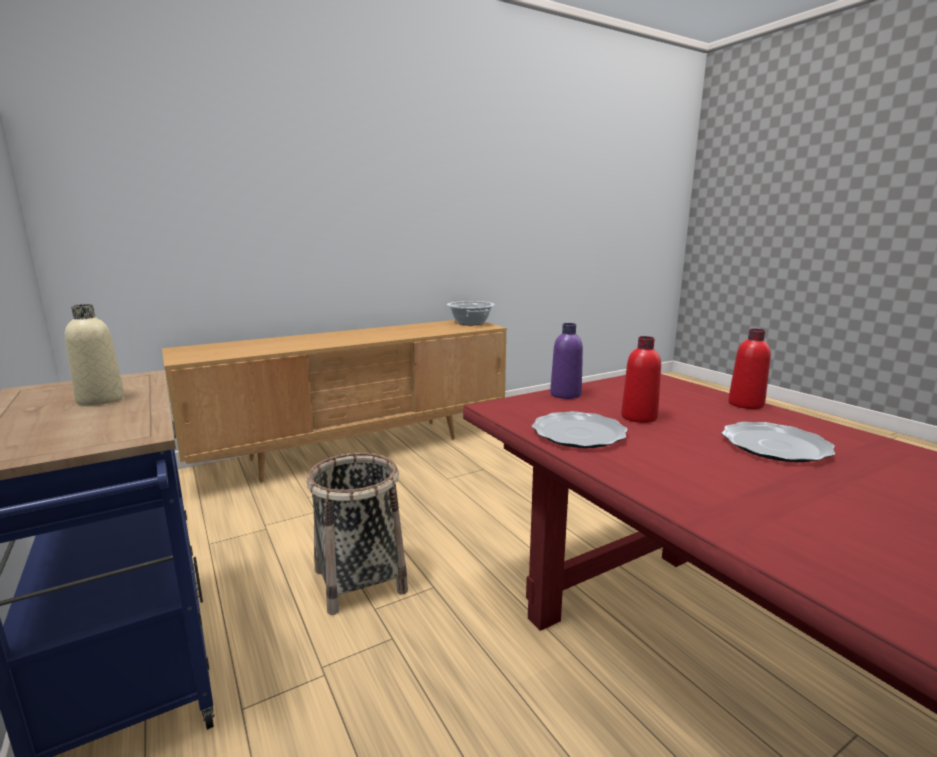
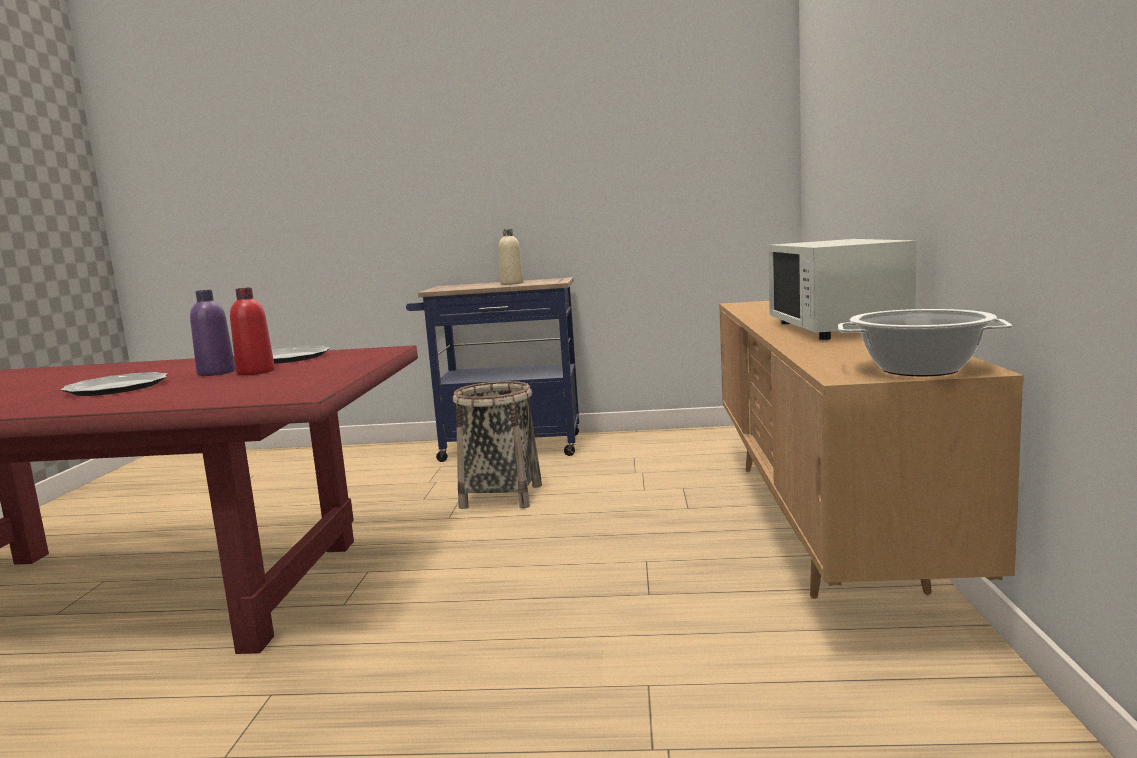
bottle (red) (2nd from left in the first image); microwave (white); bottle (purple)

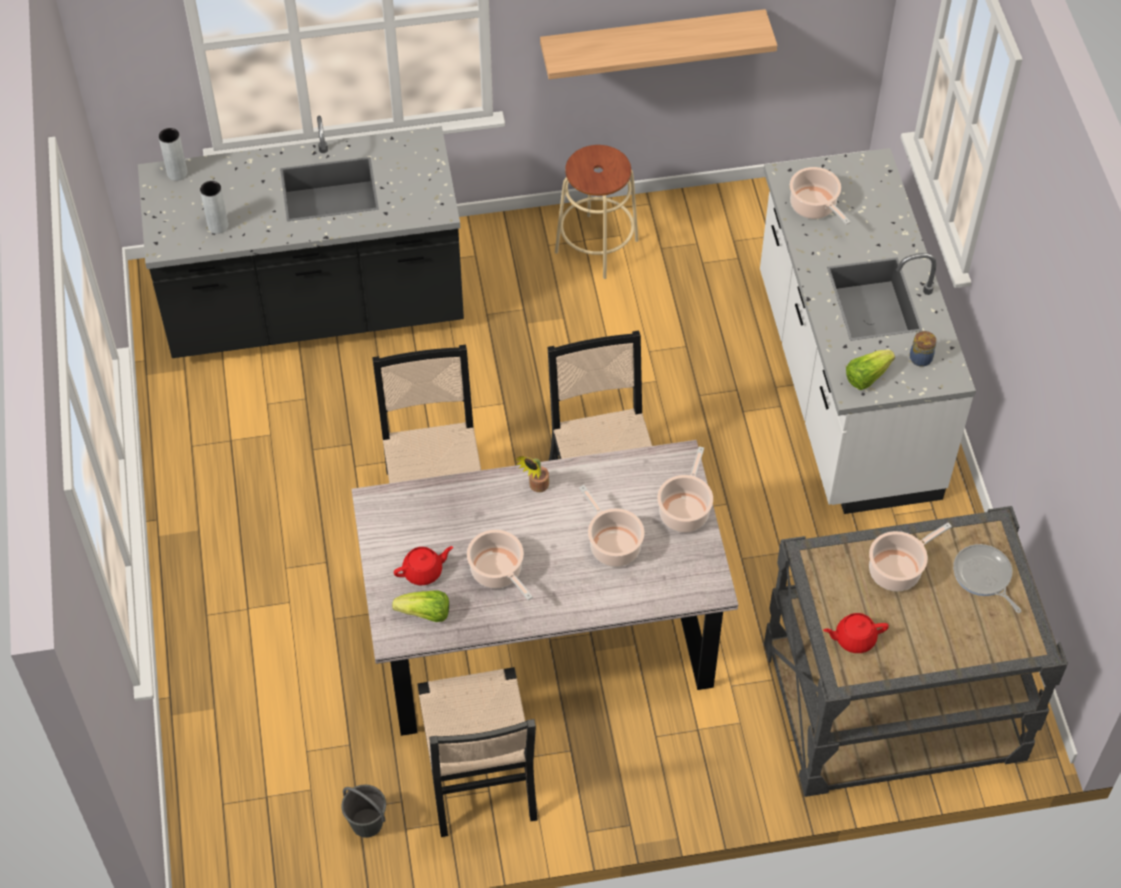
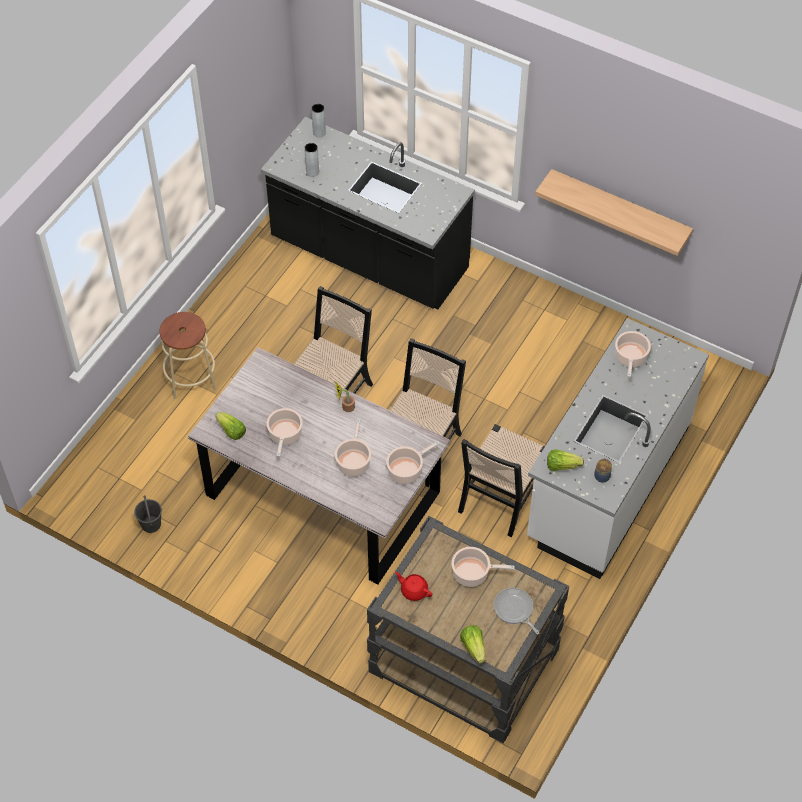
teapot (red) (1st from left in the first image); lettuce (2nd from left); chair (3rd from left); stool (beige); frying pan

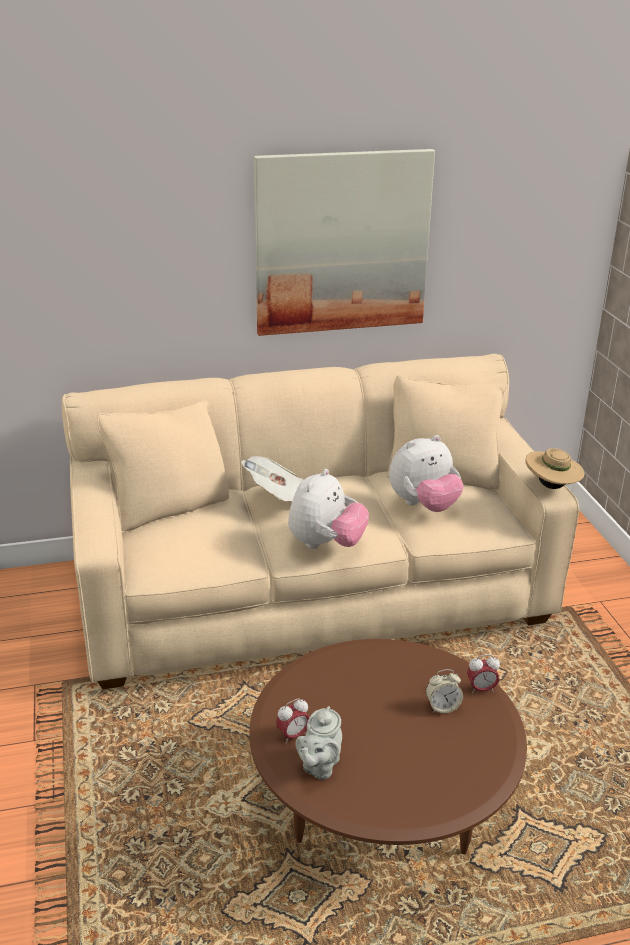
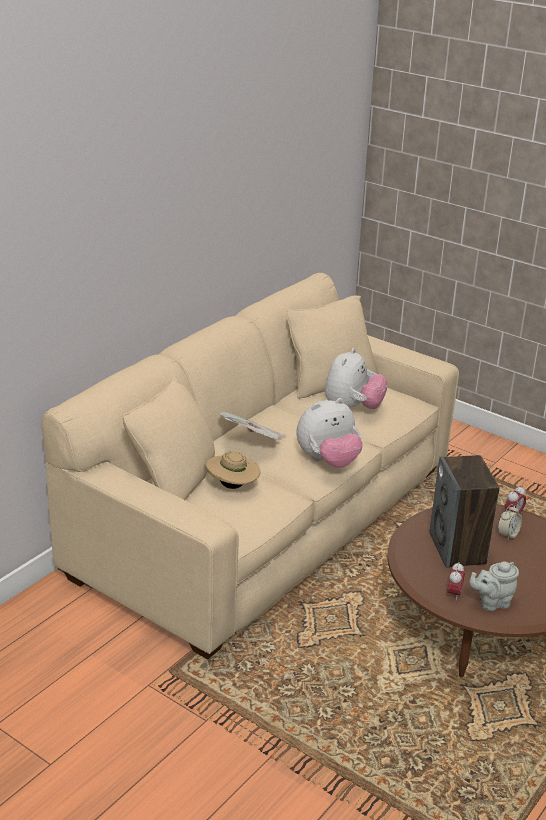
picture; speaker; hat (beige); plush toy (1st from left); teapot (grey)

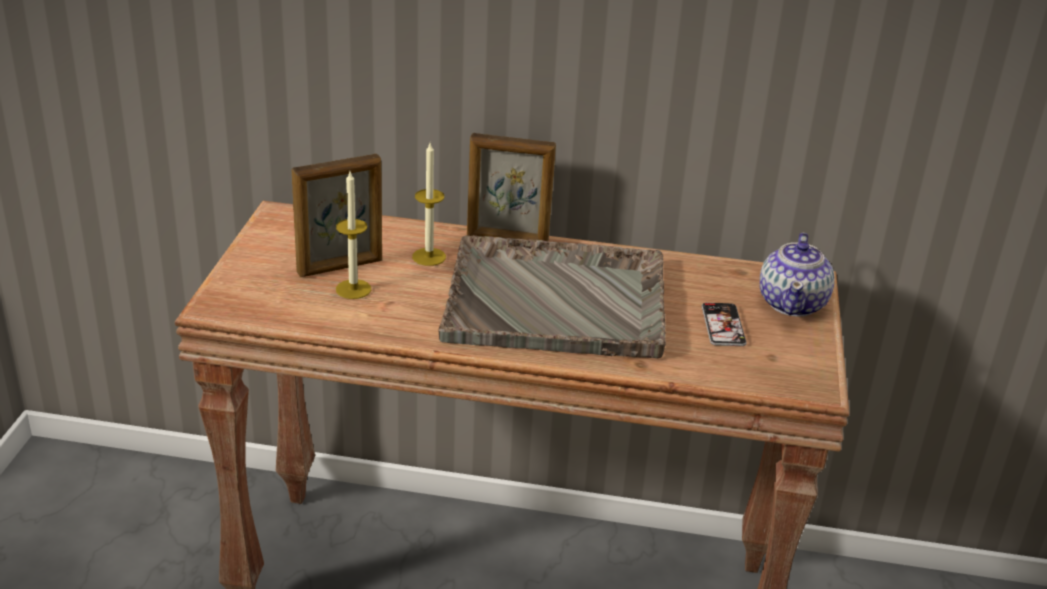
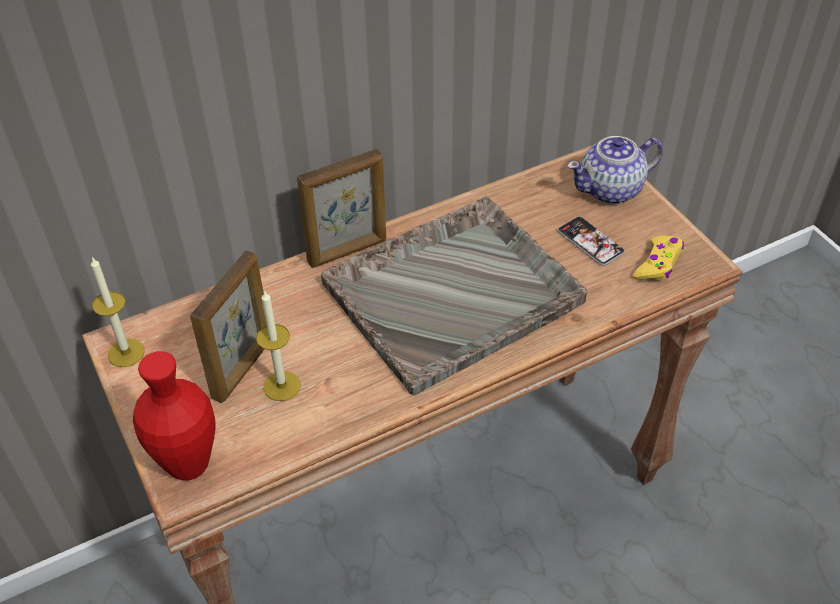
vase (red); game controller (yellow); candle (1st from left); teapot

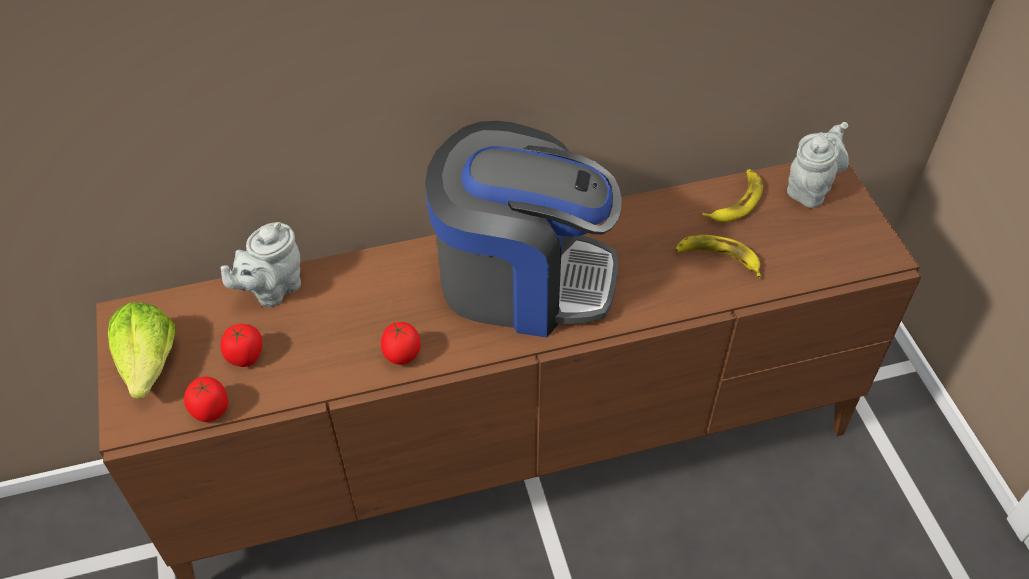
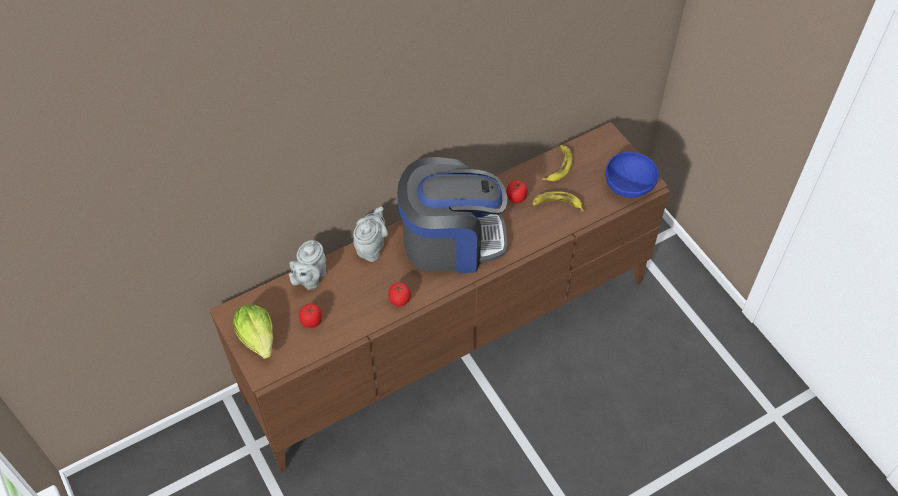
bowl (blue); tomato (3rd from left); teapot (grey) (2nd from left)

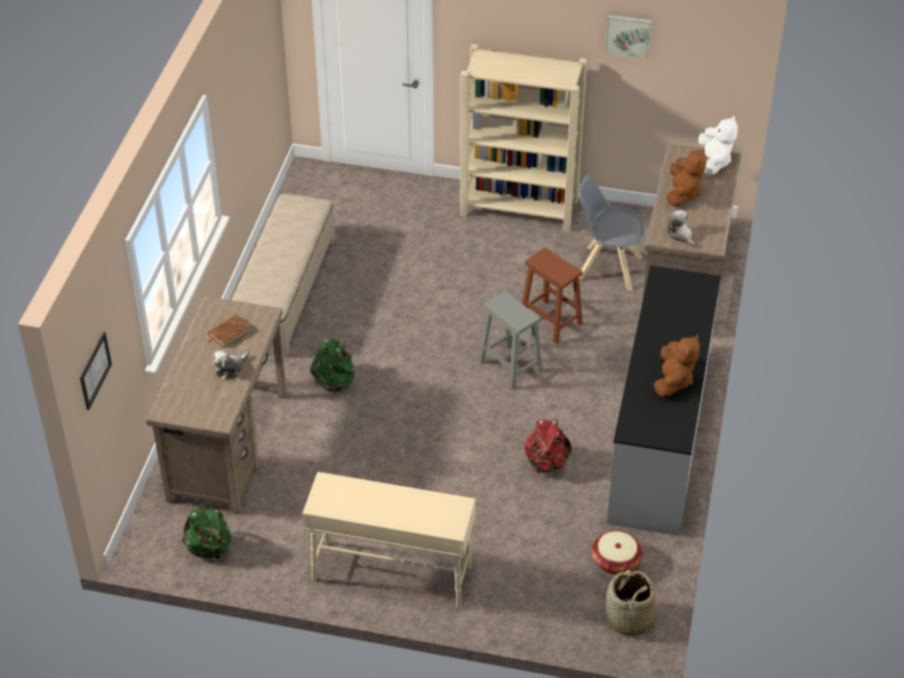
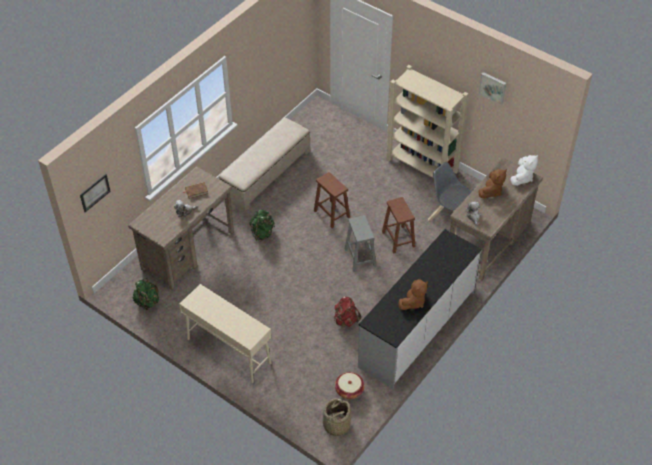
stool (brown) (1st from left)

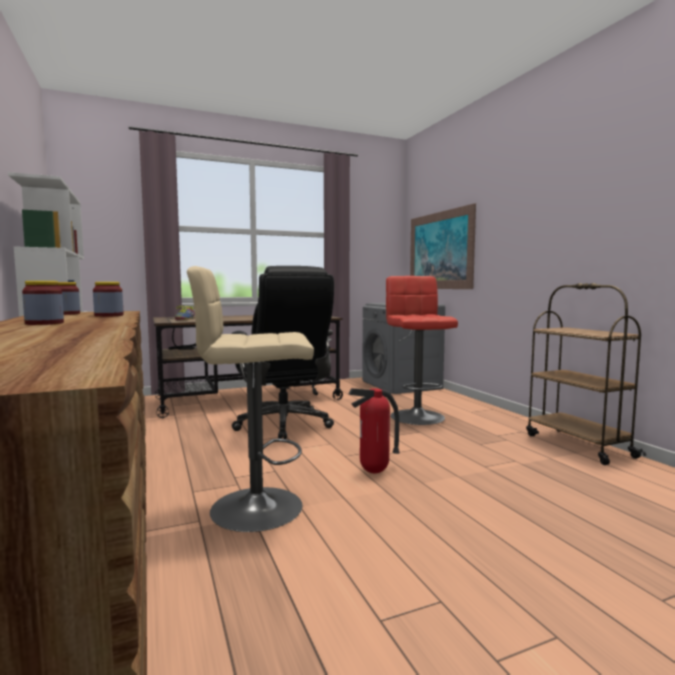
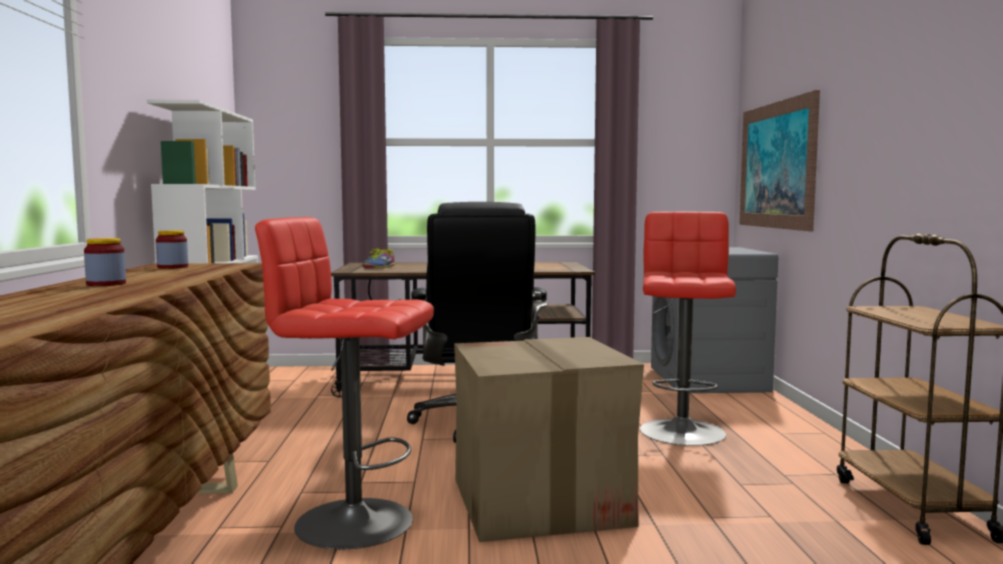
jar (3rd from left in the first image); cardboard box; stool (red) (1st from left)

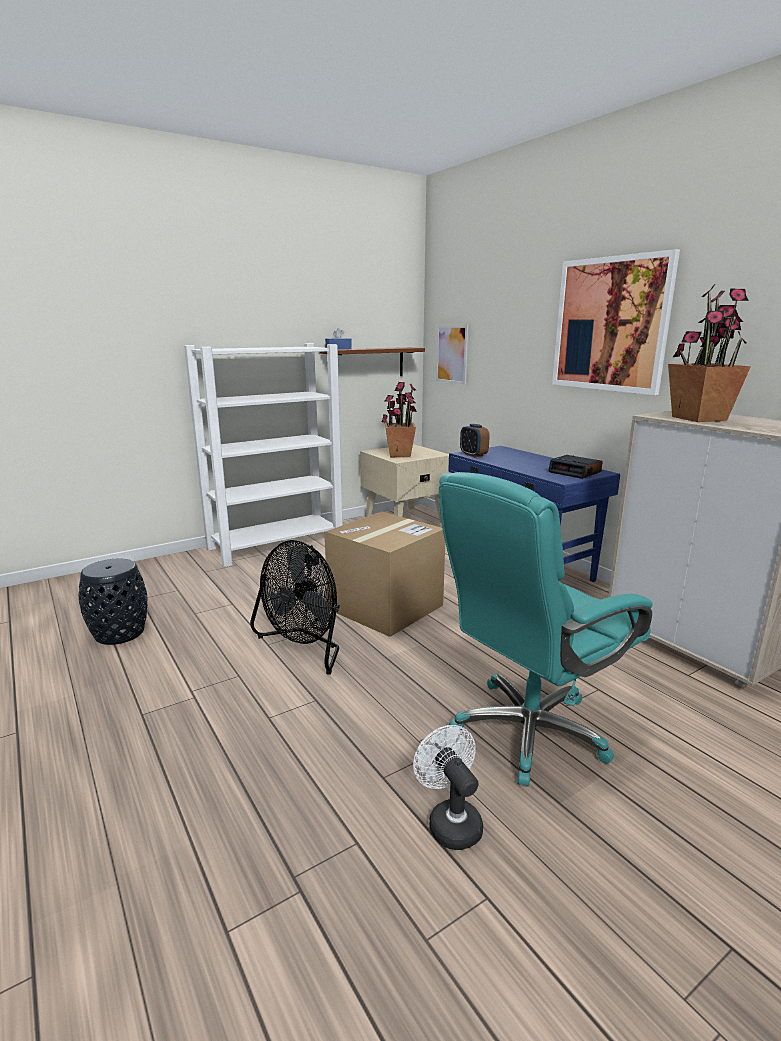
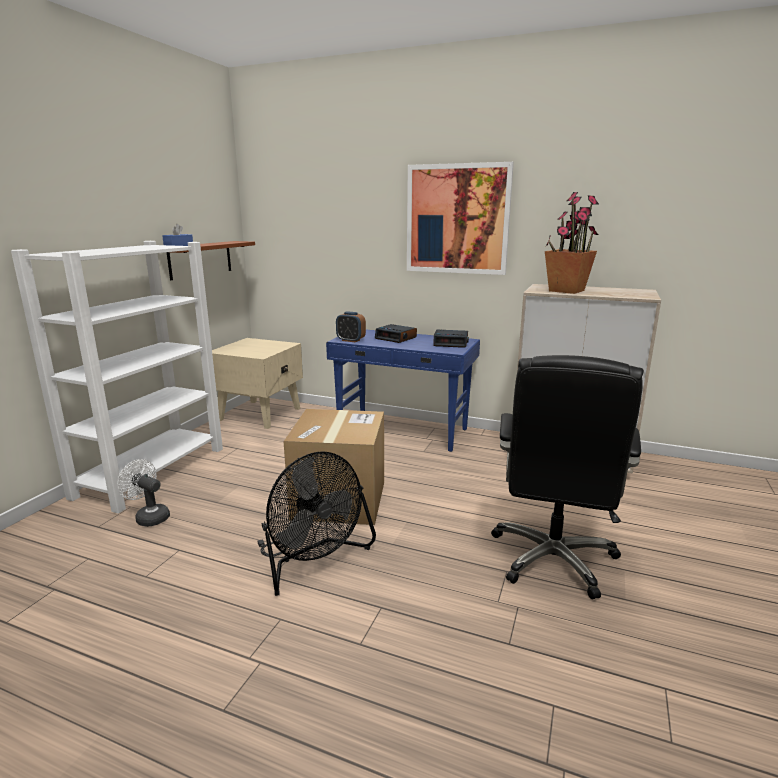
stool (black); potted plant (1st from left in the first image); picture (1st from left in the first image); alarm clock (2nd from left); fan (white); office chair (black); fan (black)

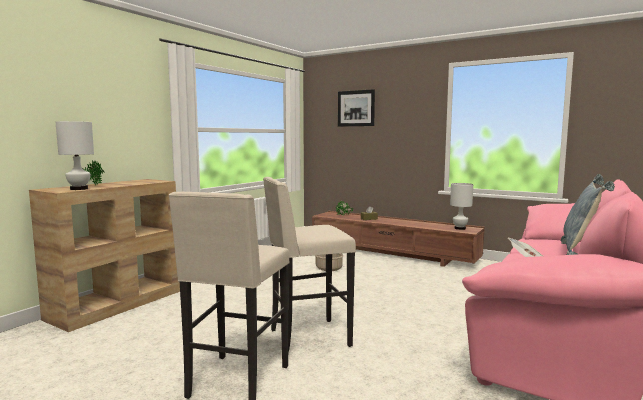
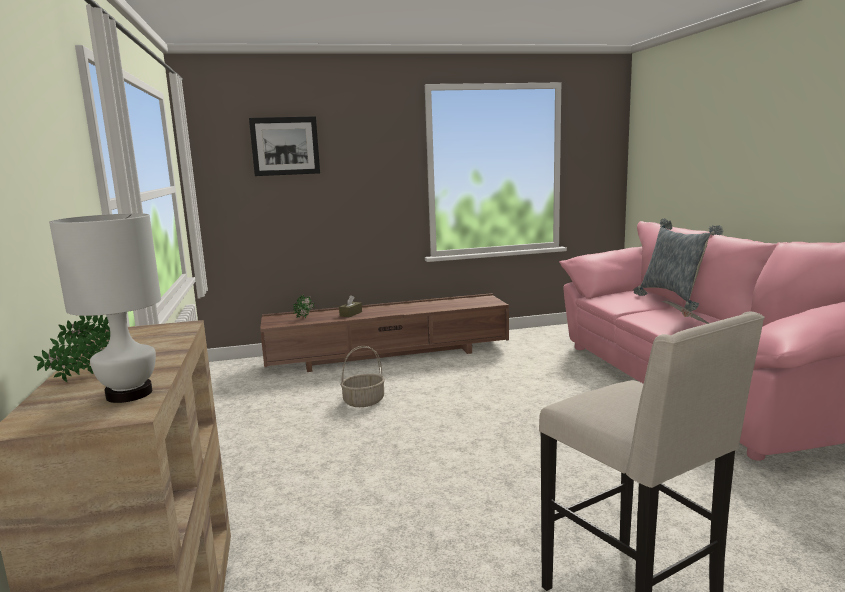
stool (beige) (2nd from left in the first image); table lamp (white) (2nd from left in the first image)

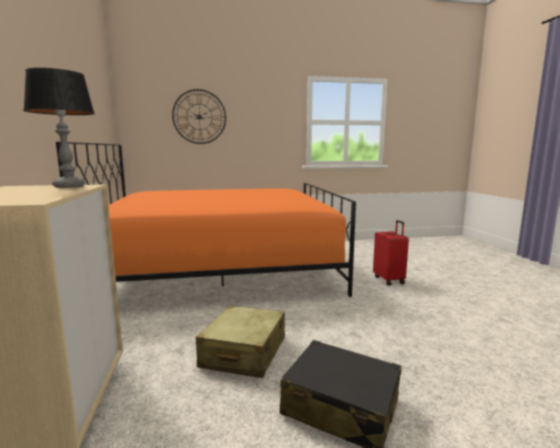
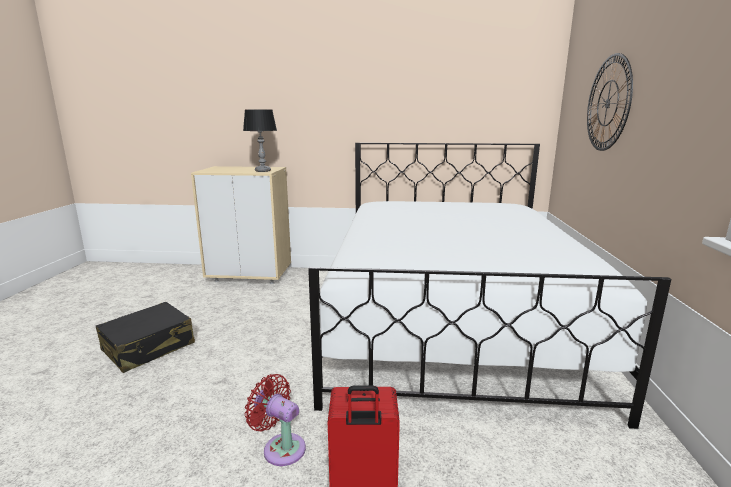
suitcase (beige); fan (red); bed (white)

